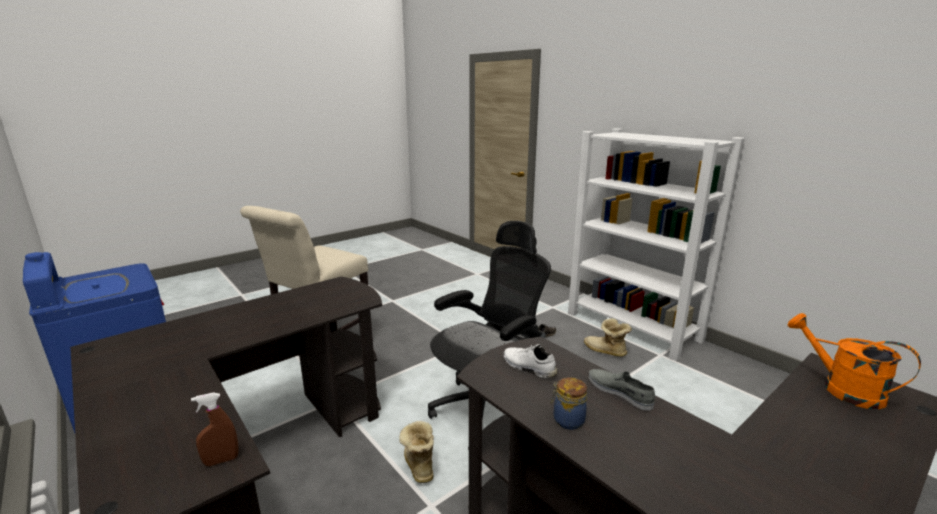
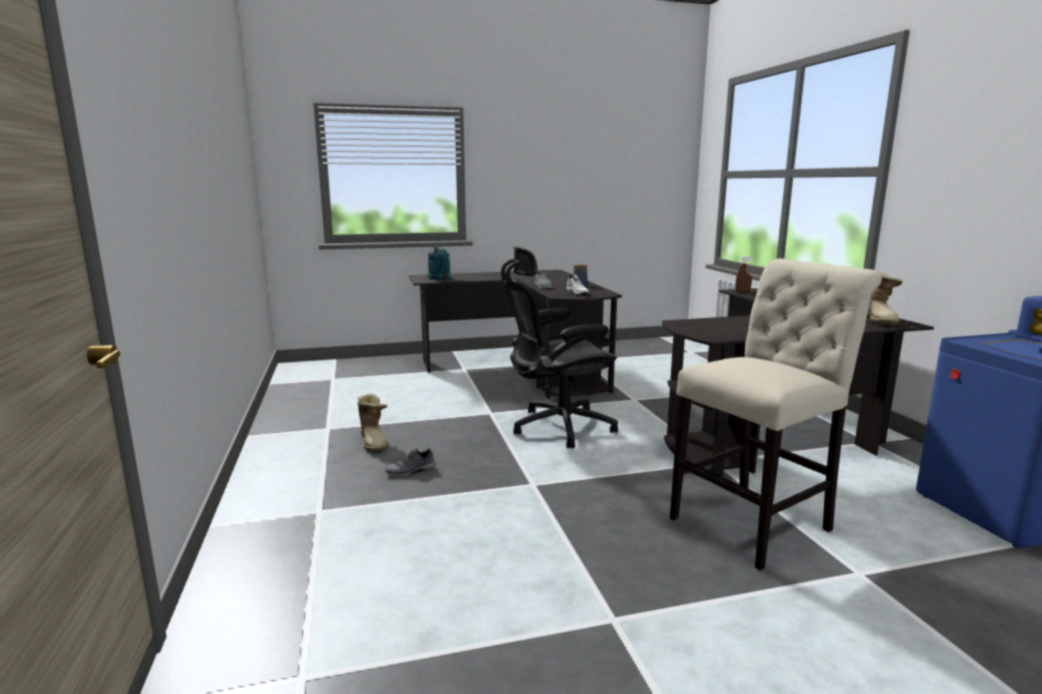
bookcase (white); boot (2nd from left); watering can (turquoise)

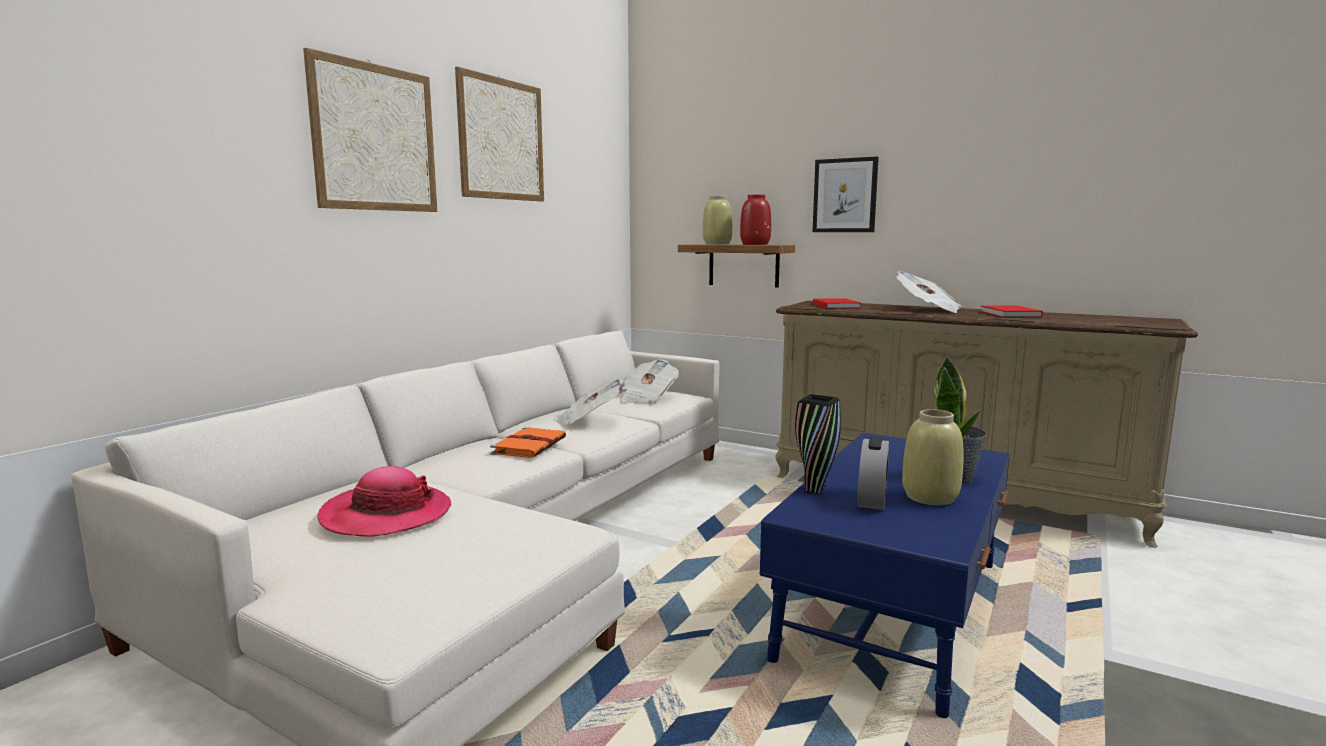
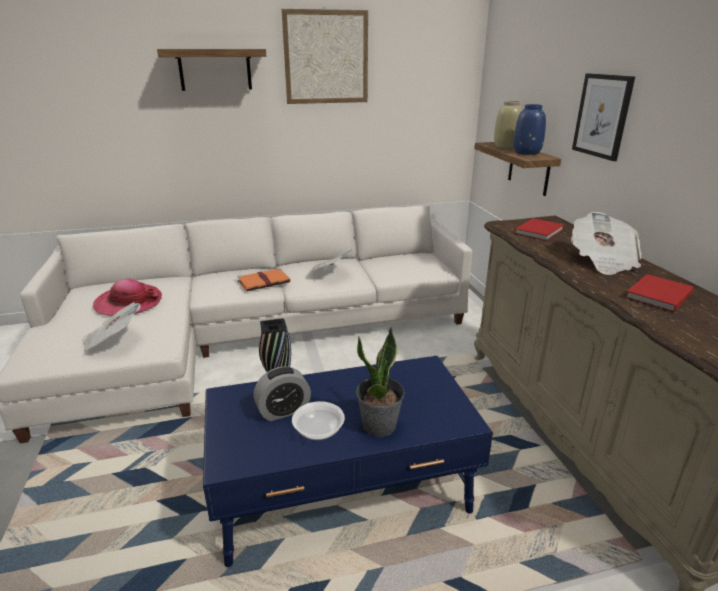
newspaper (1st from left); shelf (1st from left); bowl; vase (blue)

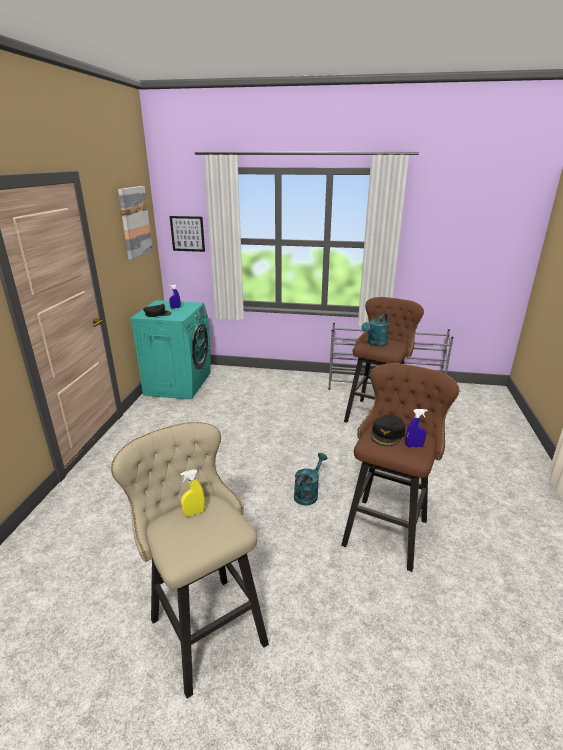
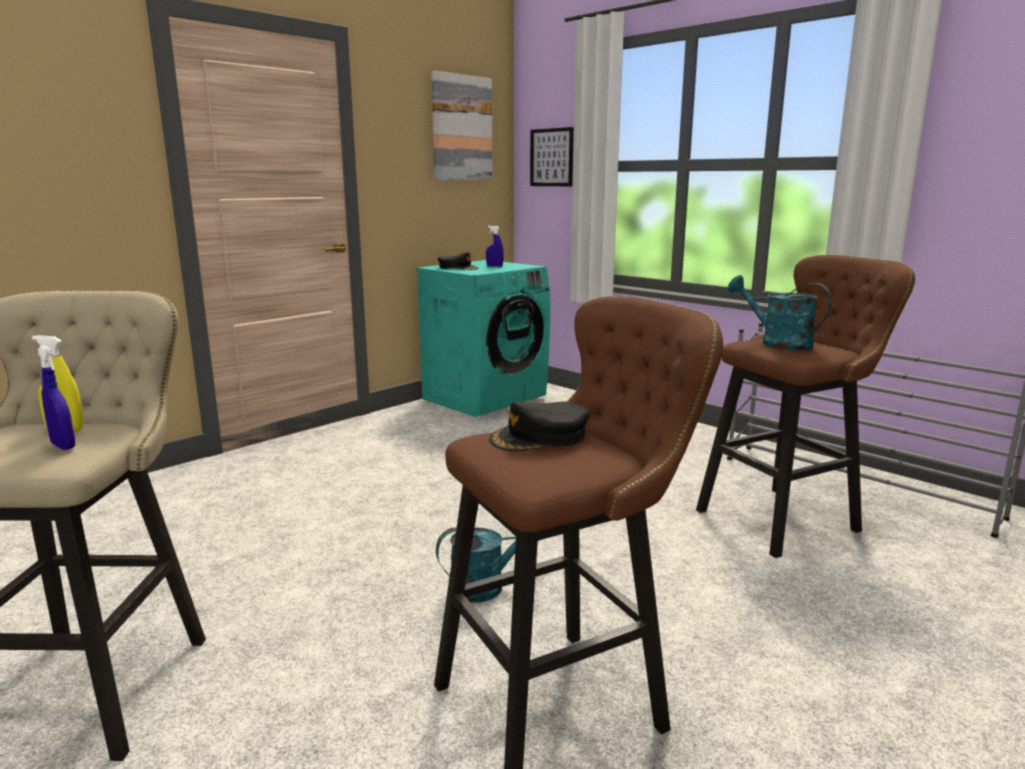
spray bottle (blue) (1st from left); watering can (turquoise) (2nd from left)

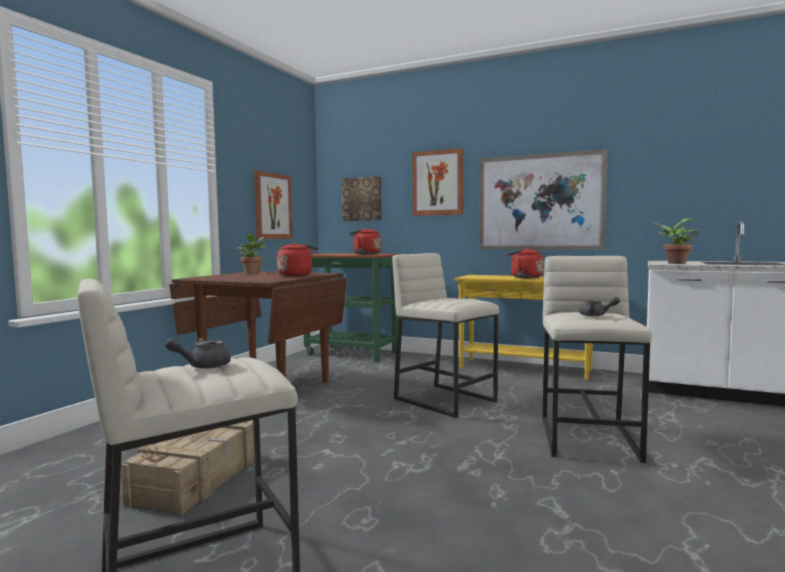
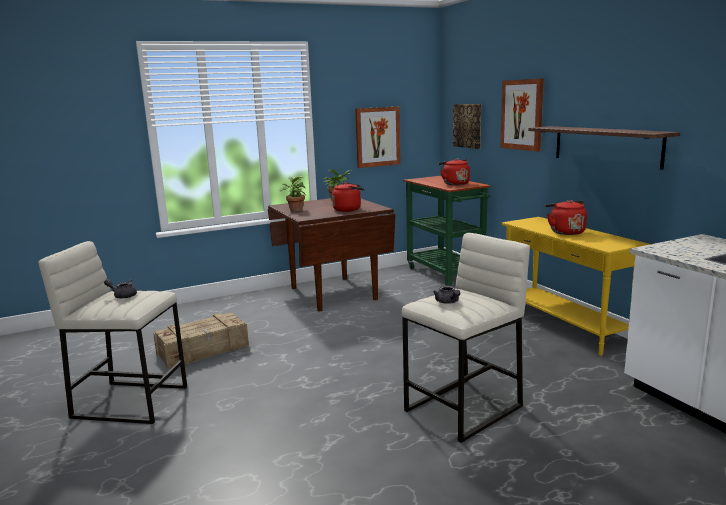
stool (beige) (2nd from left in the first image); potted plant (1st from left); shelf

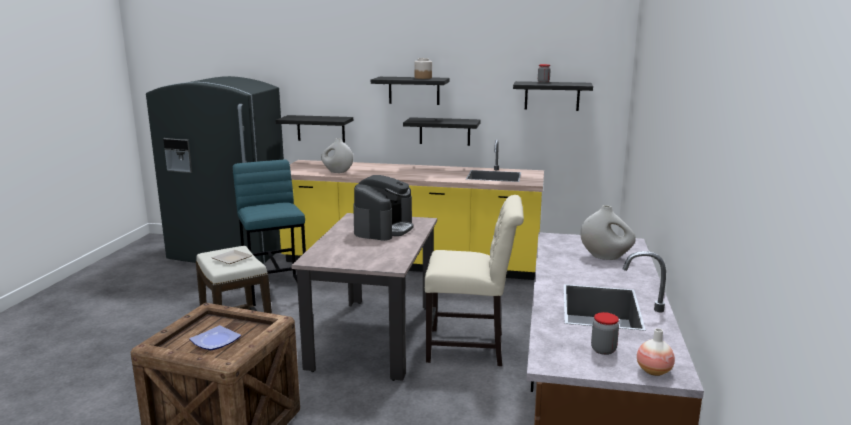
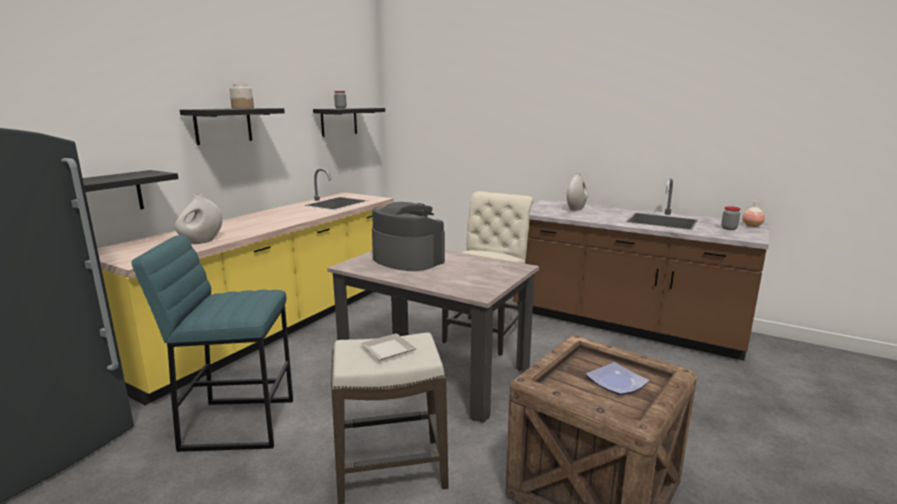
shelf (black) (3rd from left in the first image)

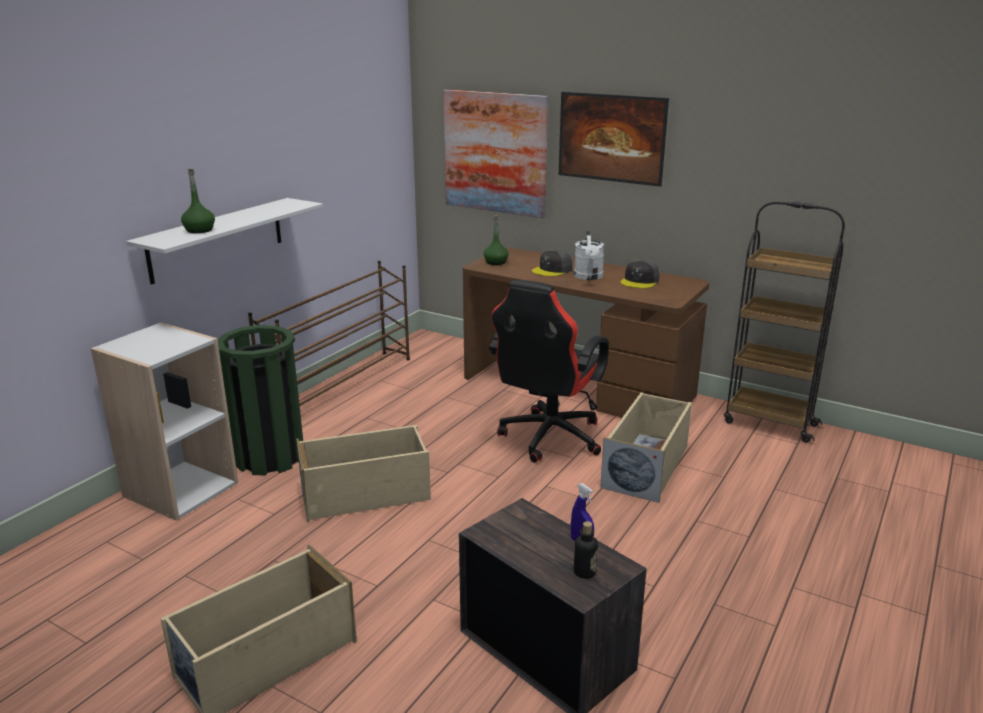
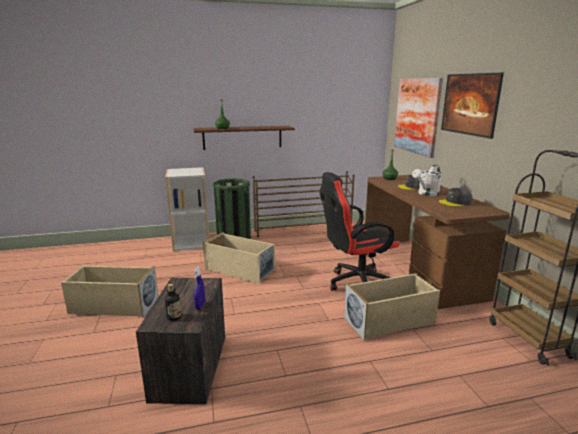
shelf (brown)

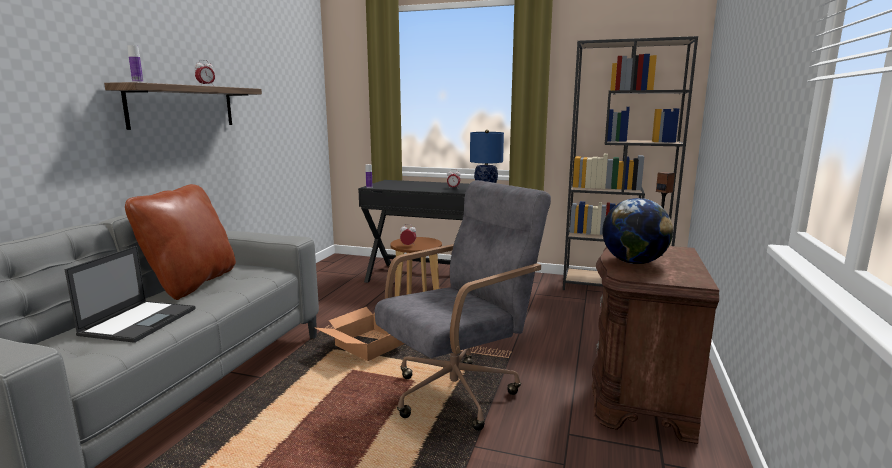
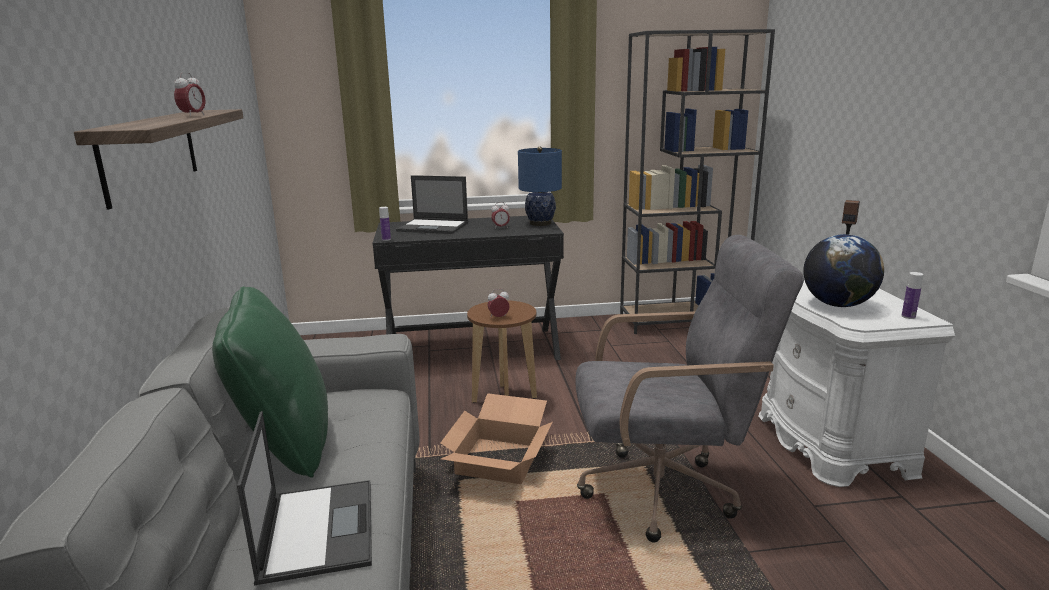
laptop (2nd from left); bottle (2nd from left); pillow (green); nightstand (white); office chair (grey)

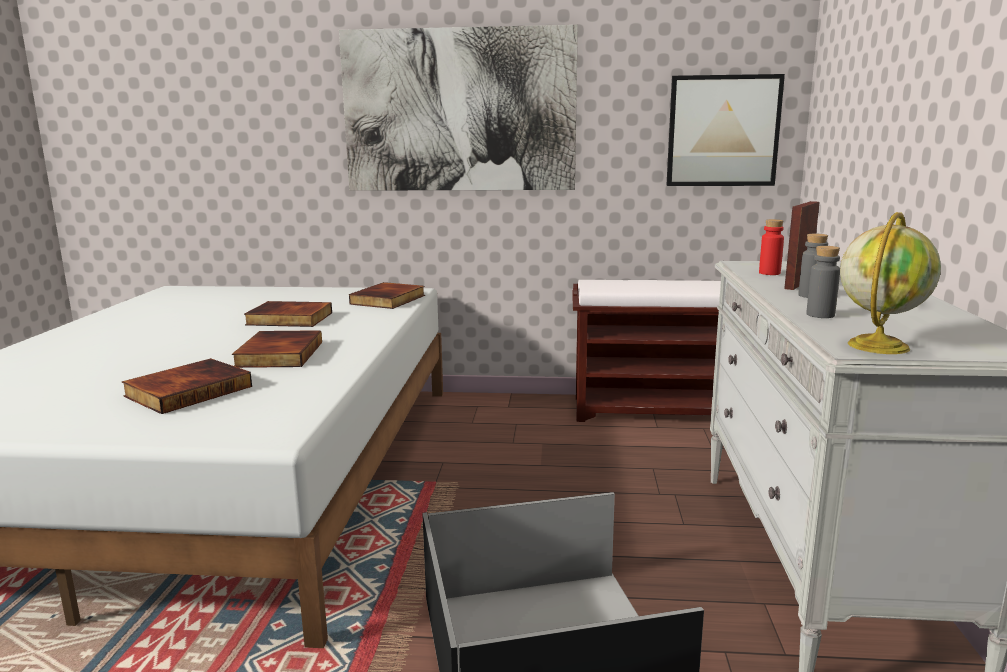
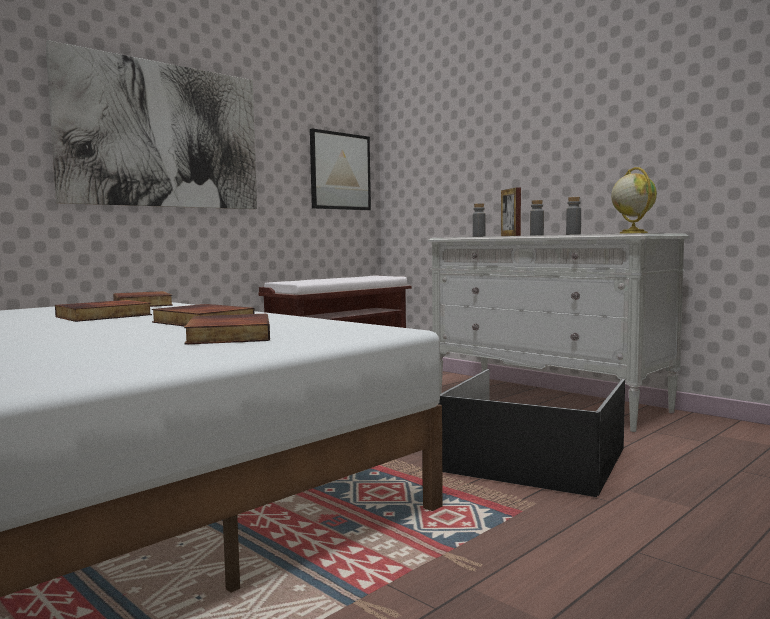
bottle (grey) (1st from left)

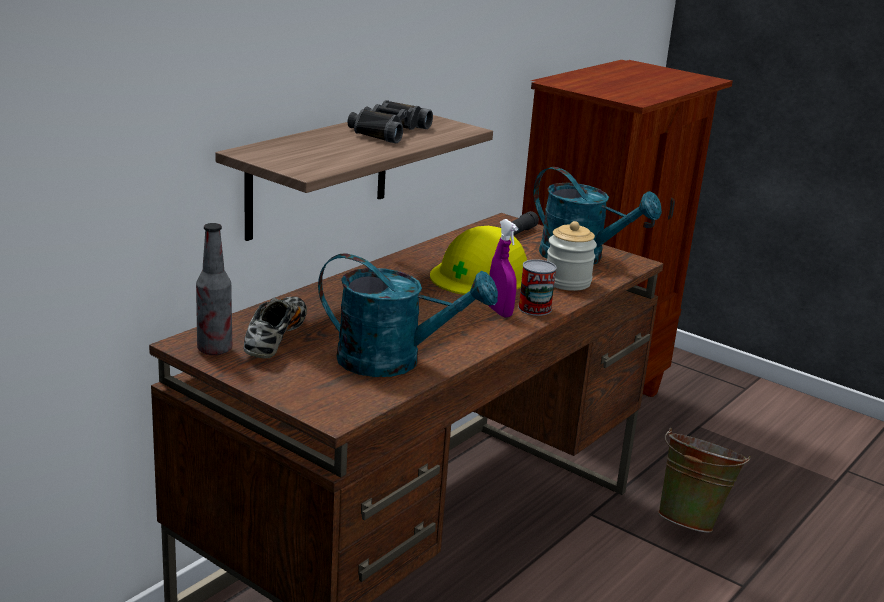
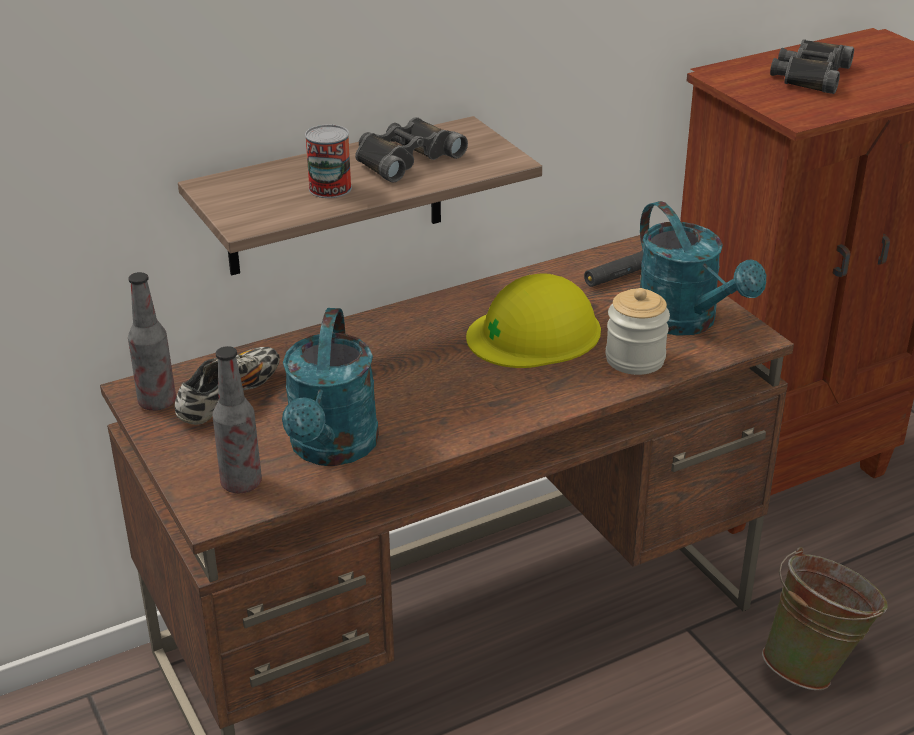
spray bottle (purple); bottle (2nd from left); binoculars (black) (2nd from left); can; watering can (turquoise) (1st from left)

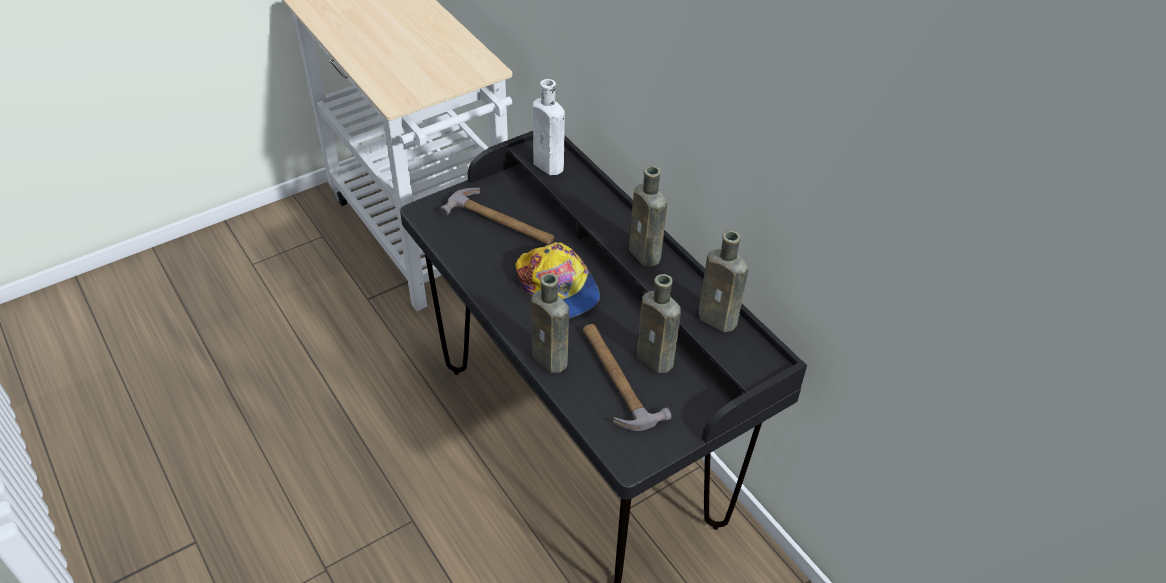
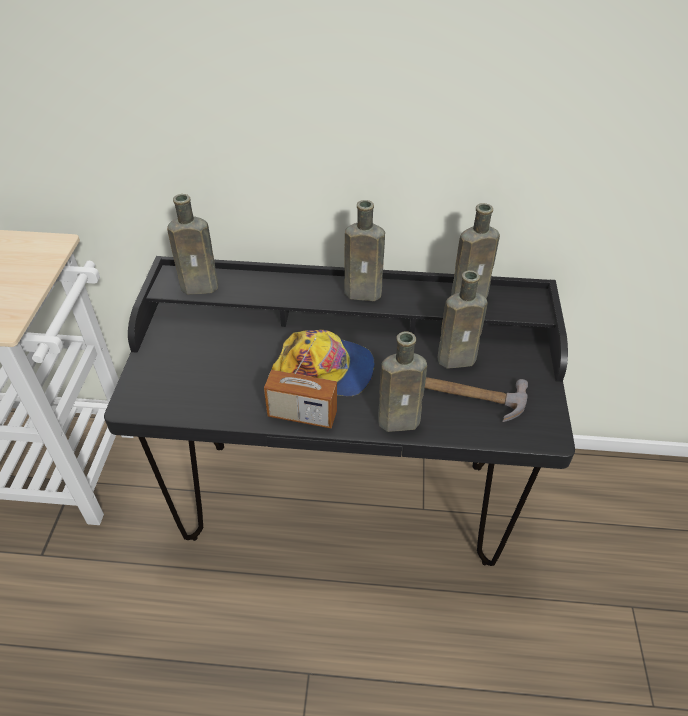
hammer (1st from left in the first image); radio; bottle (brown) (1st from left)

